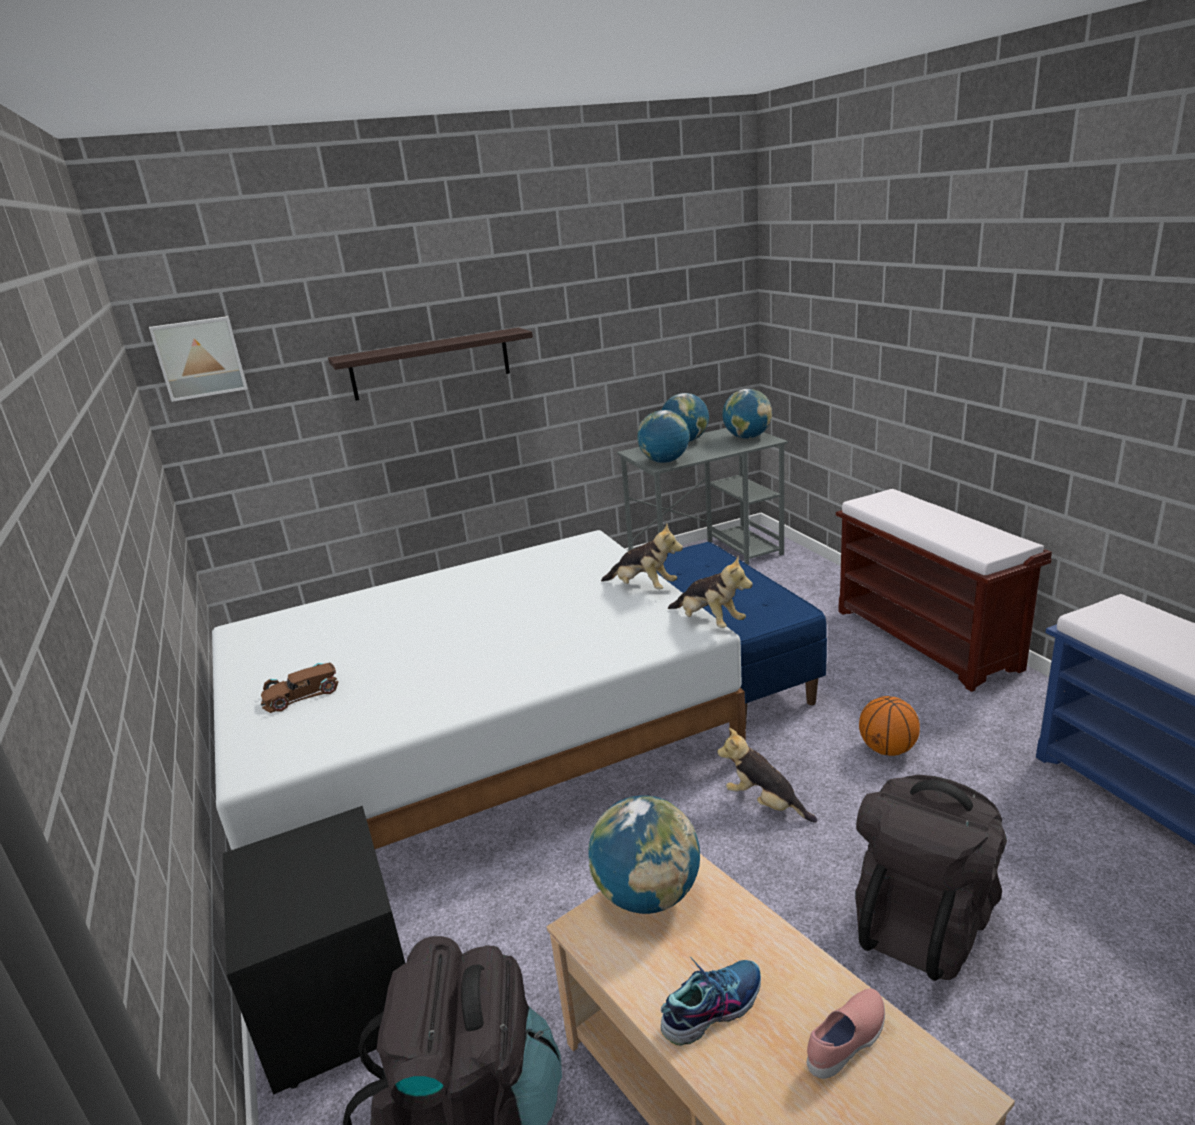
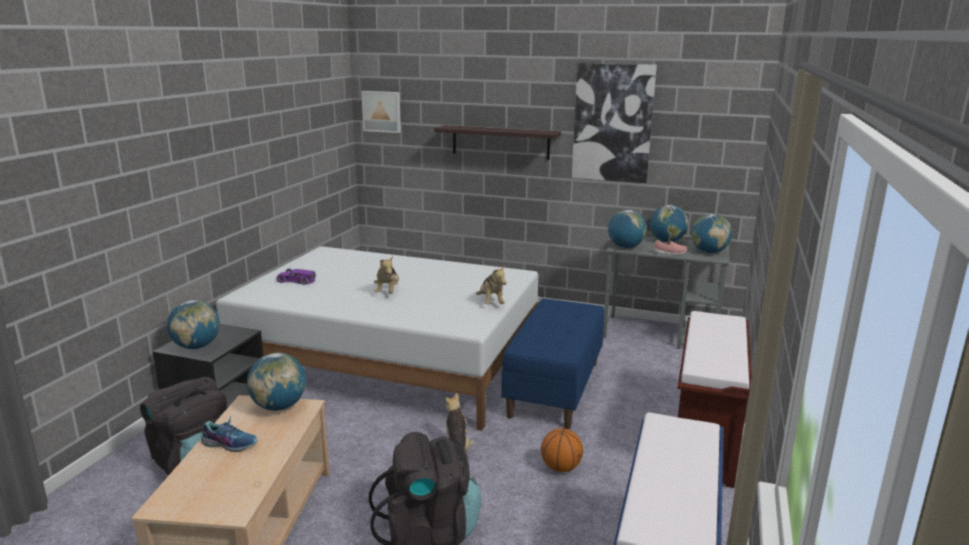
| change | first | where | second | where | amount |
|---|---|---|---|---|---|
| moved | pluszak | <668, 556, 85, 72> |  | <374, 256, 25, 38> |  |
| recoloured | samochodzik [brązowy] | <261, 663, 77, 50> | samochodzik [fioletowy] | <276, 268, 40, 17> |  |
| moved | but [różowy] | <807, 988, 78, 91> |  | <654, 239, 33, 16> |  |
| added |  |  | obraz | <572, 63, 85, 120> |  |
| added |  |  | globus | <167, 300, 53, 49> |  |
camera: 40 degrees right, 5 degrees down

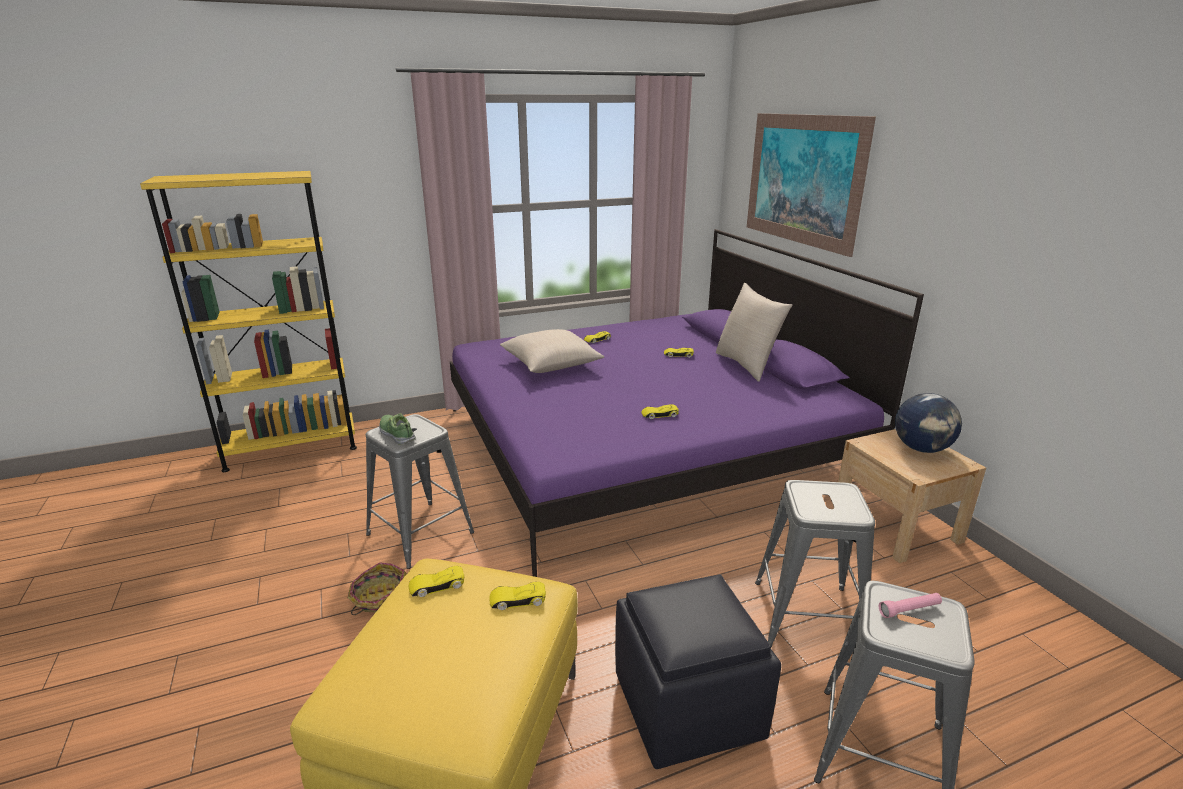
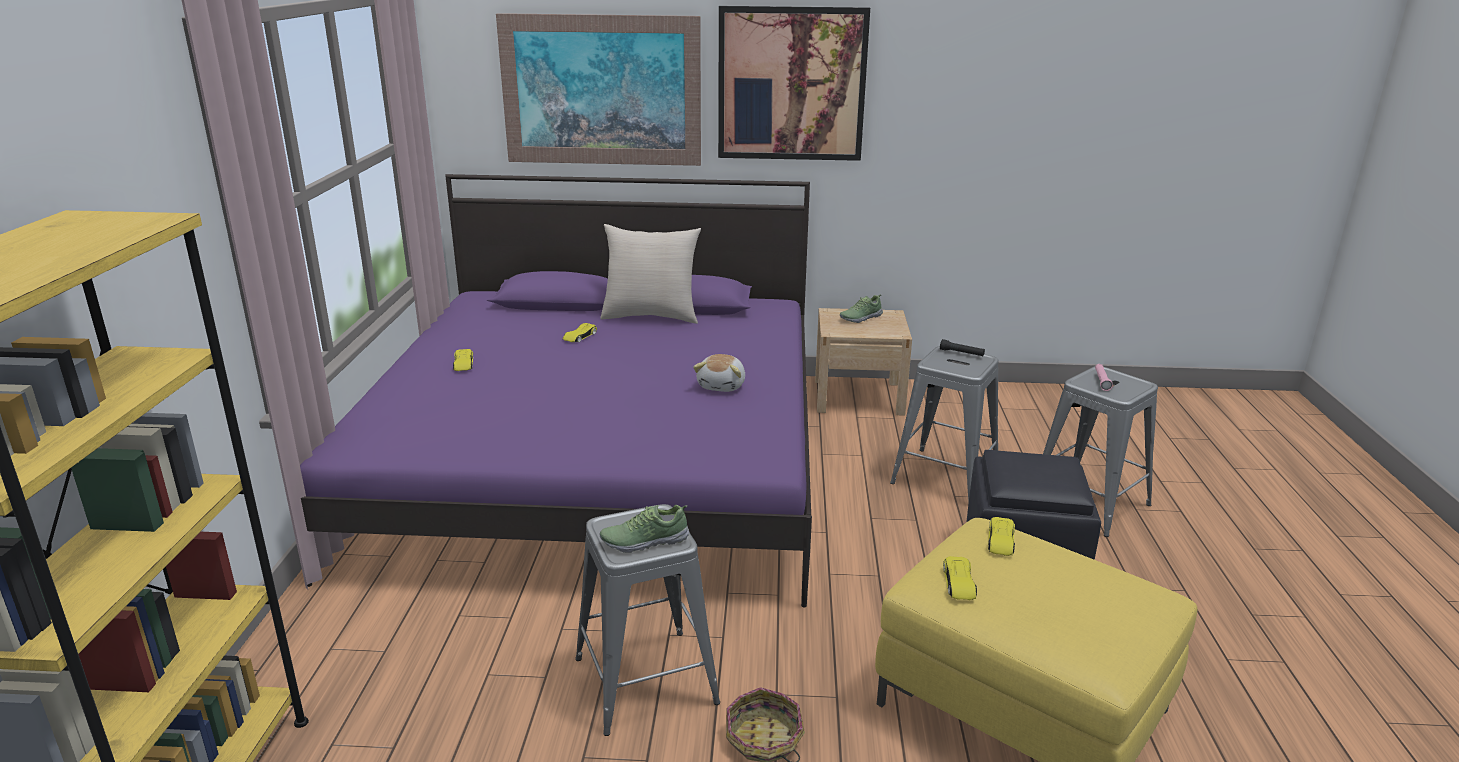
| change | first | where | second | where | amount |
|---|---|---|---|---|---|
| removed | poduszka [beżowy] | <500, 329, 104, 44> |  |  |  |
| replaced | globus | <895, 393, 67, 60> | but | <840, 294, 43, 29> |  |
| replaced | samochodzik [żółty] | <641, 404, 38, 15> | pluszak | <693, 354, 52, 38> |  |
| added |  |  | obraz | <718, 6, 152, 155> |  |
| added |  |  | latarka [czarny] | <940, 339, 45, 17> |  |
camera: 65 degrees left, 0 degrees up

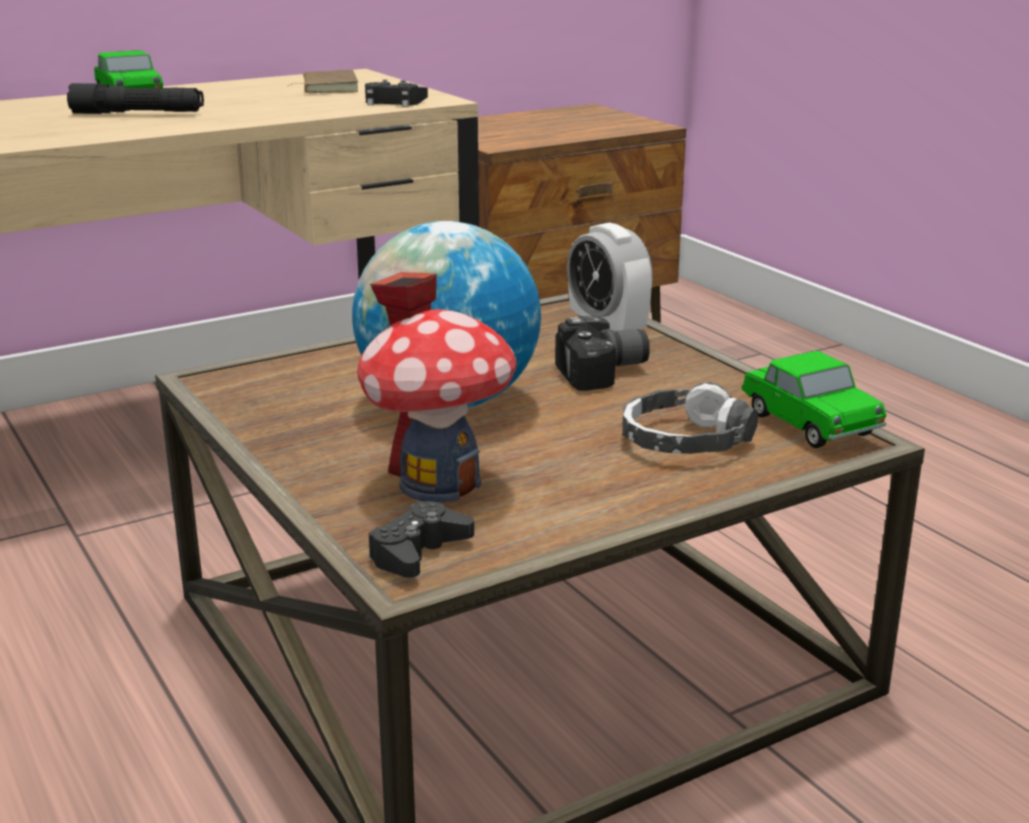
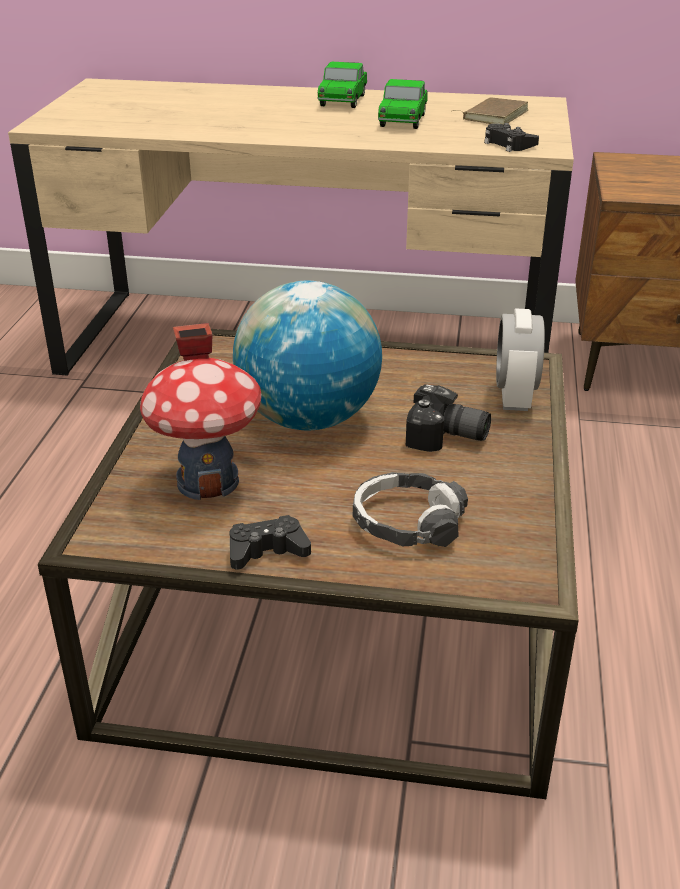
| change | first | where | second | where | amount |
|---|---|---|---|---|---|
| removed | latarka [czarny] | <67, 83, 137, 31> |  |  |  |
| moved | samochodzik | <742, 351, 144, 97> |  | <378, 79, 50, 50> |  |
| moved | pad do gier [czarny] | <369, 501, 105, 77> |  | <229, 515, 82, 54> |  |
camera: 40 degrees right, 10 degrees up

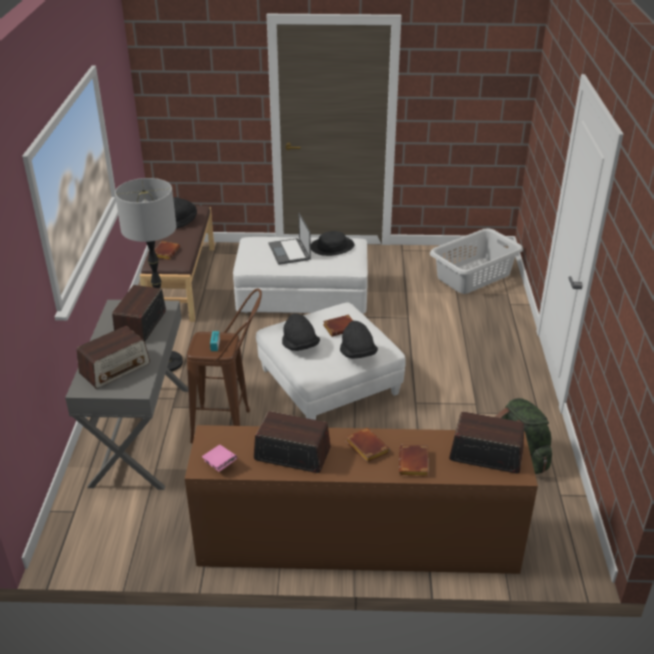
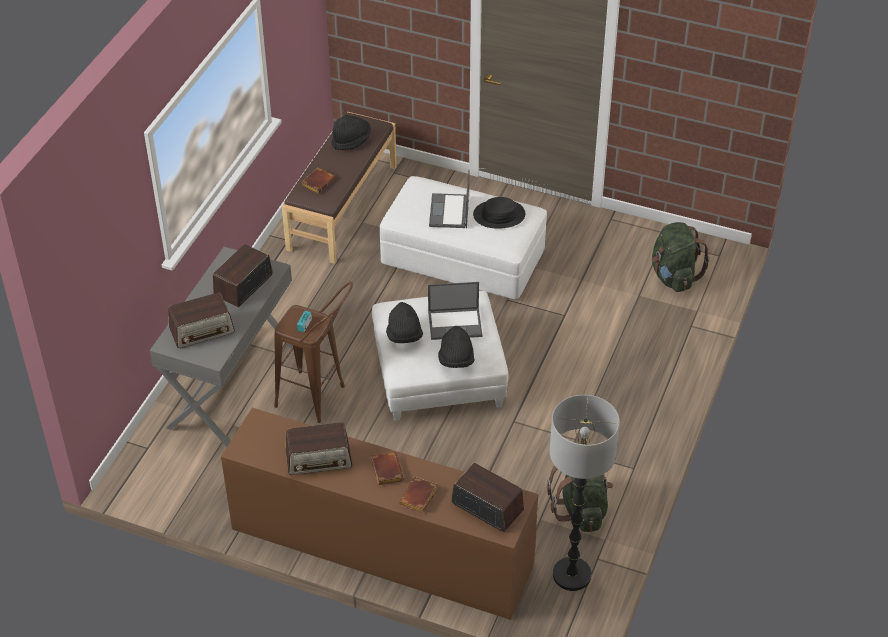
| change | first | where | second | where | amount |
|---|---|---|---|---|---|
| moved | lampa stojąca | <115, 178, 68, 194> |  | <550, 395, 70, 196> |  |
| replaced | kosz na pranie [szary] | <430, 228, 93, 66> | plecak [zielony] | <652, 222, 58, 70> |  |
| replaced | książka [brązowy] | <323, 315, 30, 22> | laptop | <428, 282, 54, 58> |  |
| turned | radio | <254, 411, 77, 62> |  | <286, 422, 66, 53> | 135 degrees clockwise |
| removed | książka [różowy] | <202, 445, 35, 27> |  |  |  |
camera: 20 degrees right, 10 degrees up

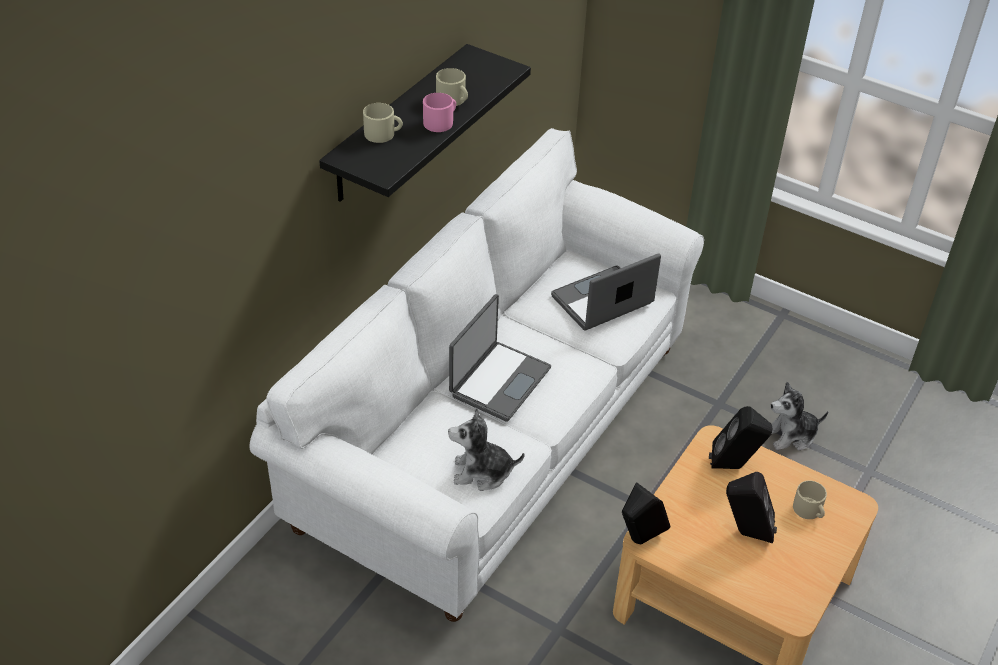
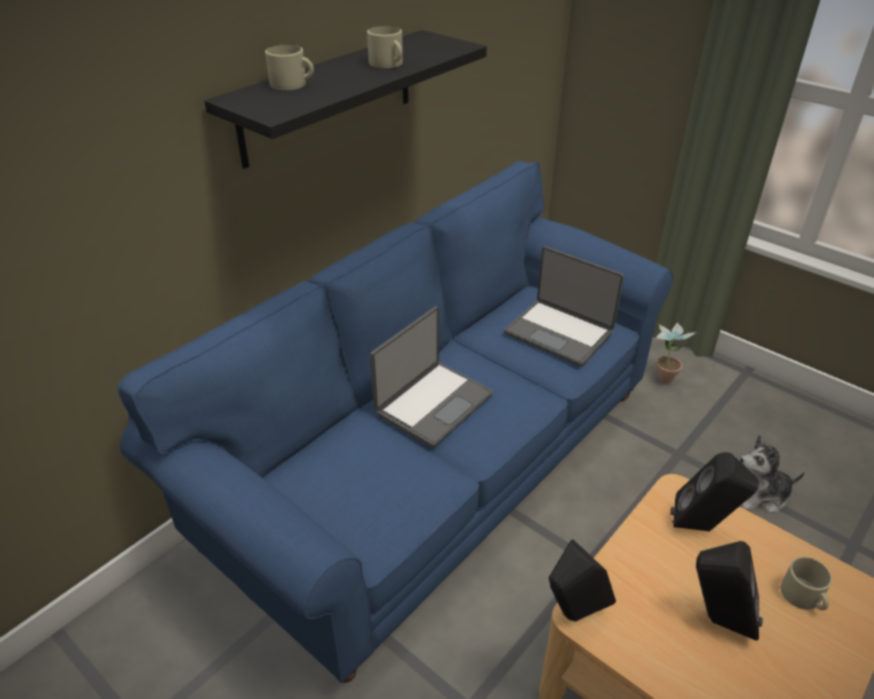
| change | first | where | second | where | amount |
|---|---|---|---|---|---|
| removed | kubek [różowy] | <423, 93, 33, 39> |  |  |  |
| recoloured | kanapa [biały] | <250, 128, 454, 494> | kanapa [niebieski] | <117, 161, 556, 522> |  |
| turned | laptop | <551, 253, 110, 78> |  | <504, 246, 120, 121> | 120 degrees counterclockwise |
| removed | pluszak | <448, 407, 76, 84> |  |  |  |
| added |  |  | roślina doniczkowa | <655, 322, 41, 63> |  |
camera: 10 degrees right, 5 degrees down

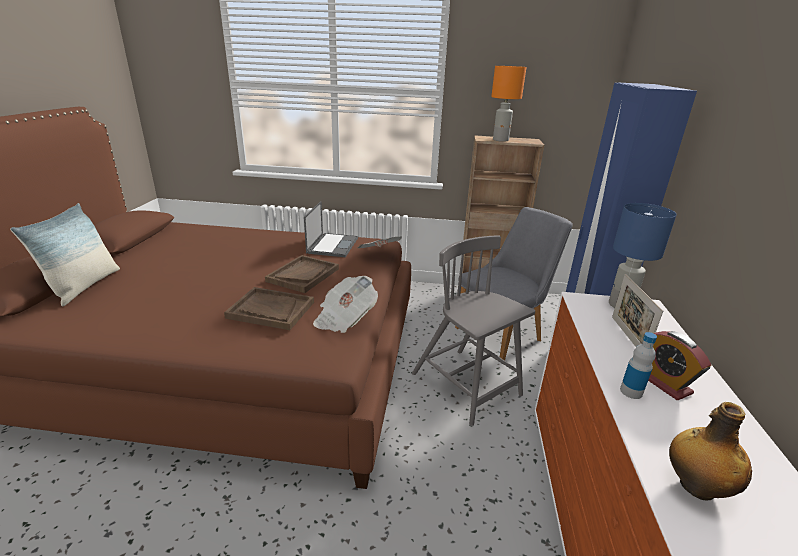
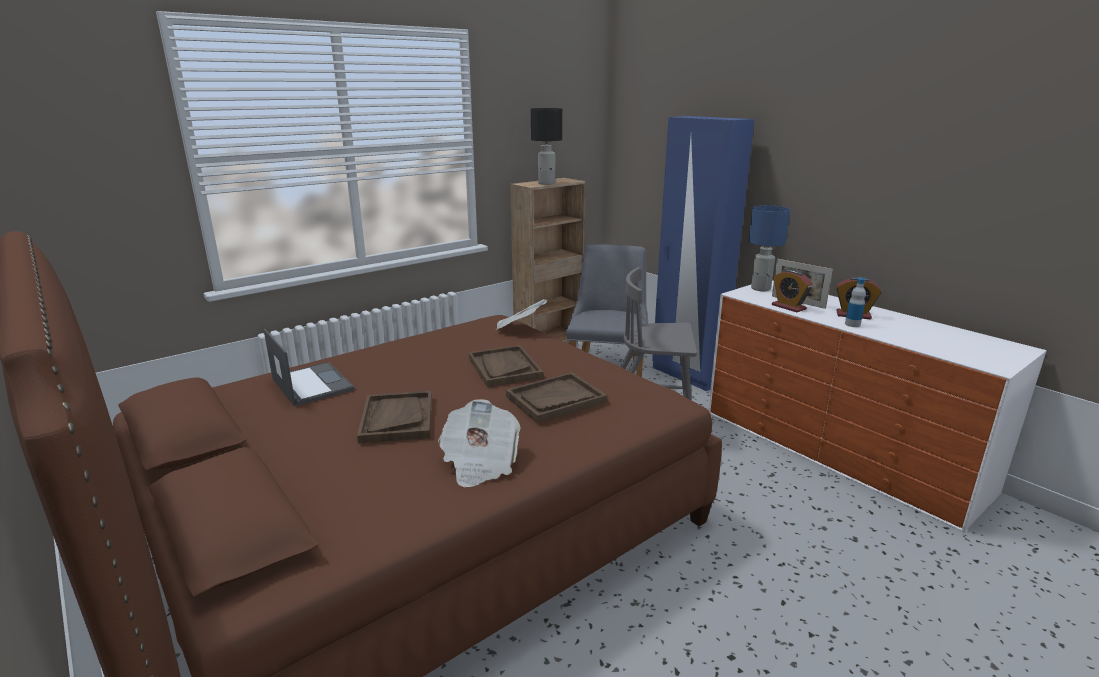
| change | first | where | second | where | amount |
|---|---|---|---|---|---|
| recoloured | lampa stołowa [pomarańczowy] | <491, 66, 35, 76> | lampa stołowa [czarny] | <531, 108, 31, 77> |  |
| moved | laptop | <304, 201, 54, 56> |  | <264, 329, 91, 77> |  |
| removed | poduszka | <10, 203, 110, 104> |  |  |  |
| moved | gazeta | <313, 276, 65, 57> |  | <438, 399, 83, 88> |  |
| removed | butelka | <669, 402, 83, 98> |  |  |  |
| added |  |  | budzik | <772, 269, 41, 43> |  |
| added |  |  | taca [brązowy] | <357, 391, 75, 53> |  |
camera: 45 degrees left, 5 degrees down

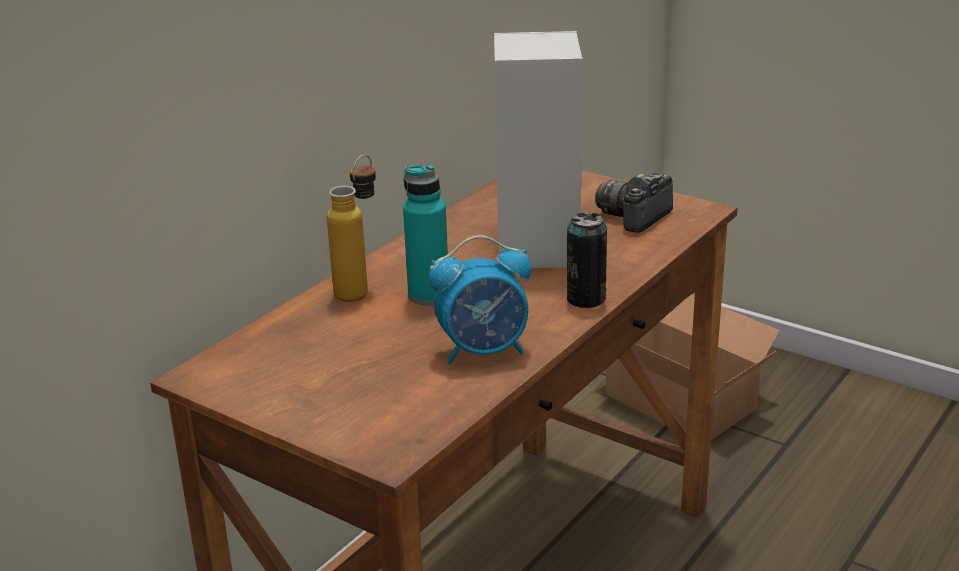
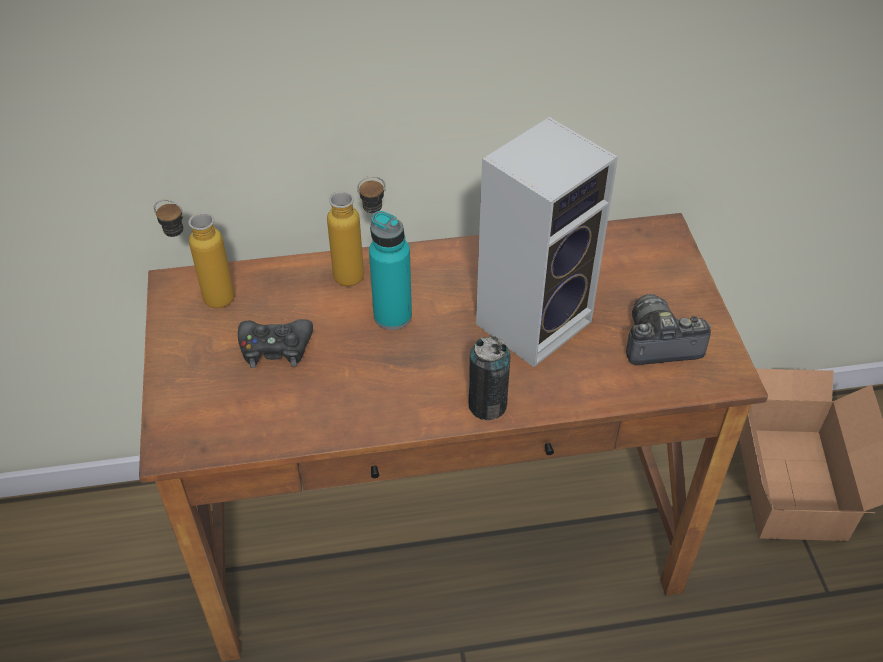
| change | first | where | second | where | amount |
|---|---|---|---|---|---|
| removed | budzik | <429, 235, 102, 130> |  |  |  |
| added |  |  | butelka | <154, 199, 80, 109> |  |
| added |  |  | pad do gier [czarny] | <238, 319, 75, 49> |  |
camera: 45 degrees right, 20 degrees up

